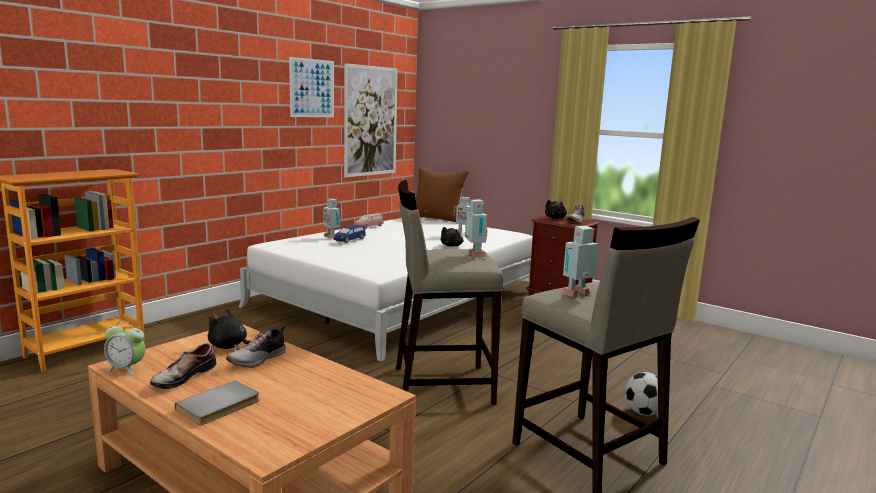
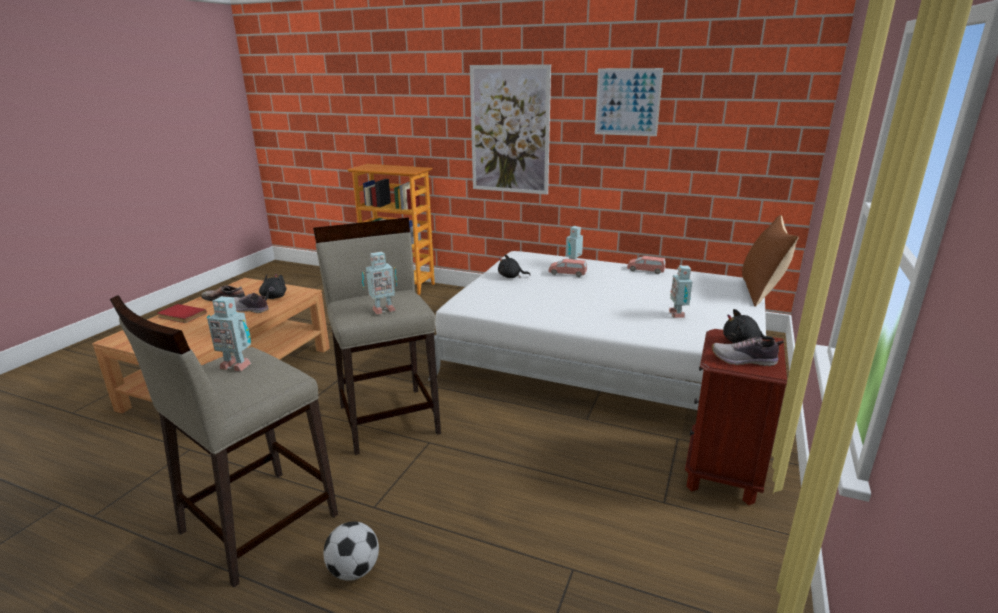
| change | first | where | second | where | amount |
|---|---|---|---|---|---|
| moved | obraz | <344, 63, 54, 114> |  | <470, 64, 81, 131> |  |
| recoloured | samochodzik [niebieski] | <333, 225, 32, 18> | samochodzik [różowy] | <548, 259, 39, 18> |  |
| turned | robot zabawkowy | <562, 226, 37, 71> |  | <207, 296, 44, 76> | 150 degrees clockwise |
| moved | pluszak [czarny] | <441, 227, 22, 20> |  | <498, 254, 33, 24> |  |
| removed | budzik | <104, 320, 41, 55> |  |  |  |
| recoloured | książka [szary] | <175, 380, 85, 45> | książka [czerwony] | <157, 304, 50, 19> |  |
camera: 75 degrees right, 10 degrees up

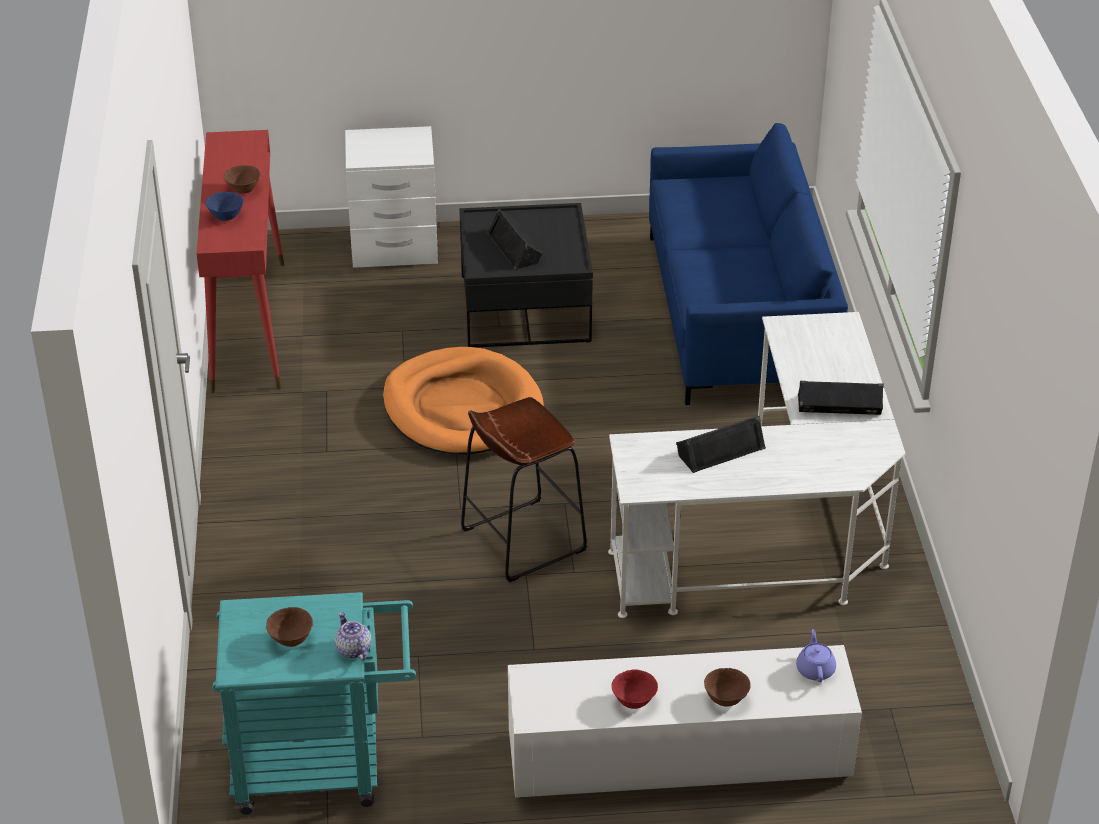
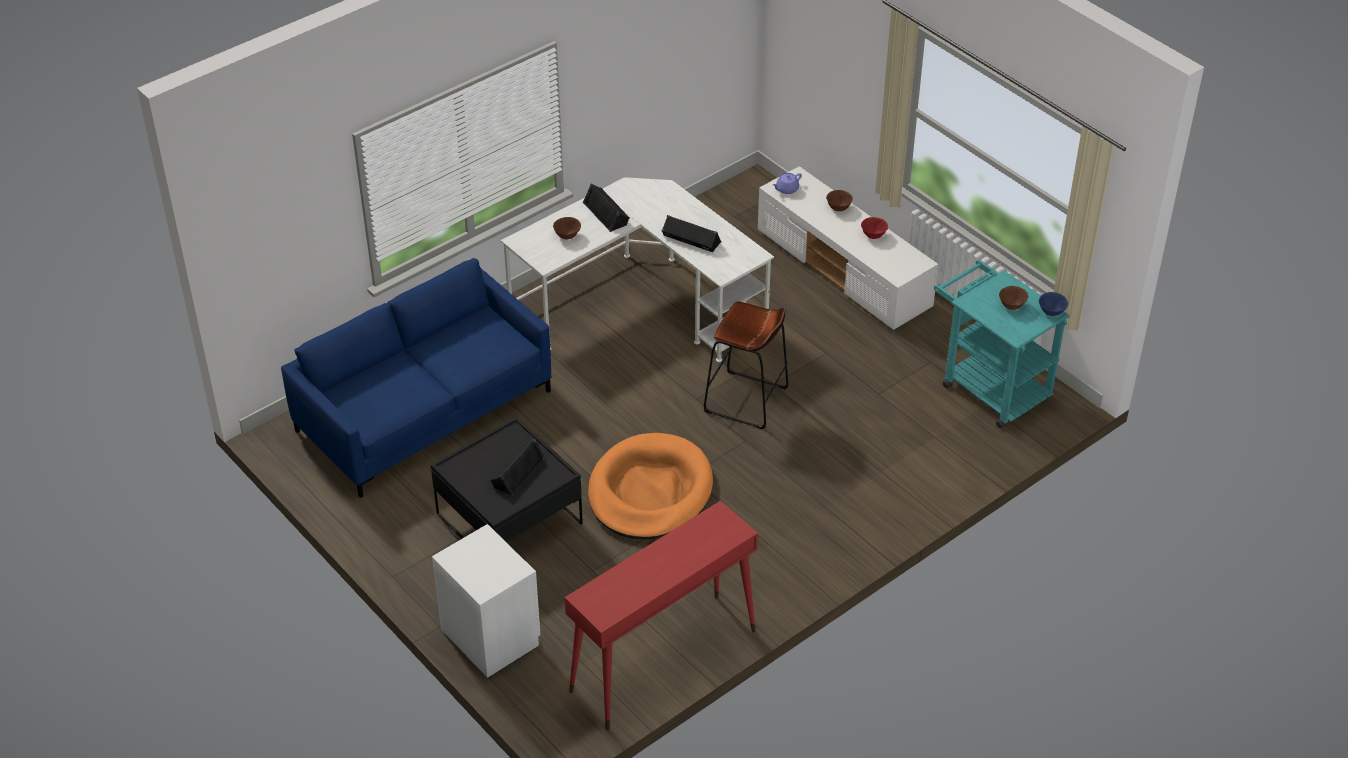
| change | first | where | second | where | amount |
|---|---|---|---|---|---|
| moved | miska [brązowy] | <224, 165, 36, 29> |  | <553, 217, 28, 22> |  |
| moved | miska [niebieski] | <205, 192, 39, 29> |  | <1039, 292, 29, 24> |  |
| removed | imbryk | <335, 612, 36, 49> |  |  |  |
camera: 125 degrees left, 5 degrees up

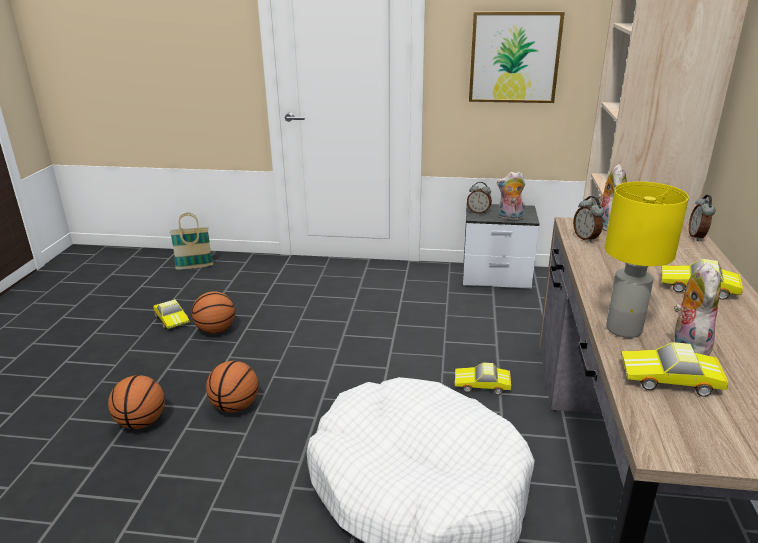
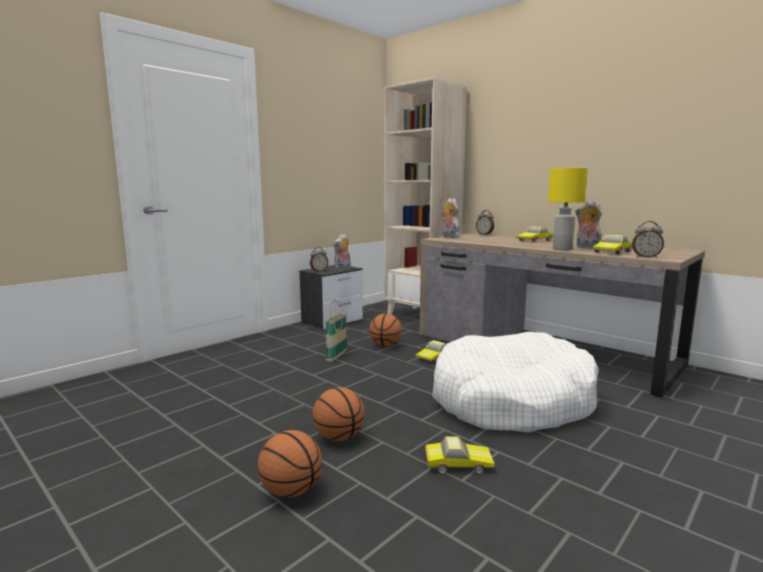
| change | first | where | second | where | amount |
|---|---|---|---|---|---|
| removed | obraz | <469, 12, 96, 91> |  |  |  |
| moved | budzik | <573, 196, 31, 47> |  | <632, 221, 32, 37> |  |
| moved | koszyk | <170, 213, 43, 57> |  | <326, 300, 21, 62> |  |
| moved | piłka do koszykówki | <192, 291, 43, 43> |  | <369, 314, 33, 32> |  |
| moved | samochodzik | <153, 299, 37, 30> |  | <425, 436, 69, 38> |  |
camera: 55 degrees left, 15 degrees down

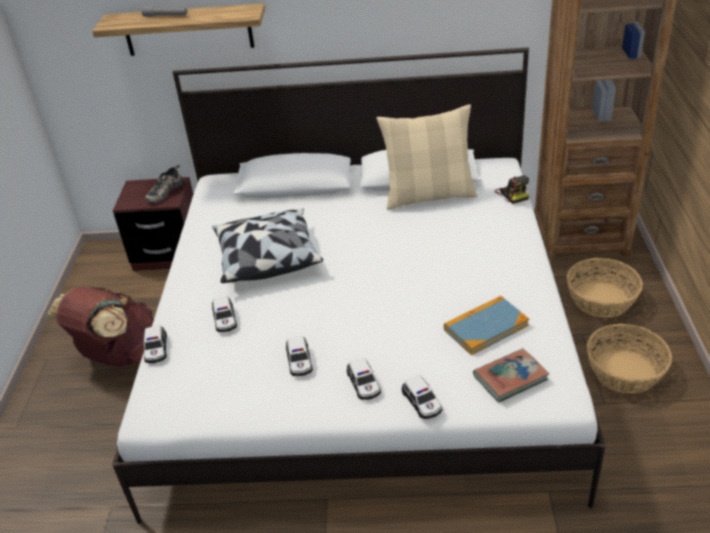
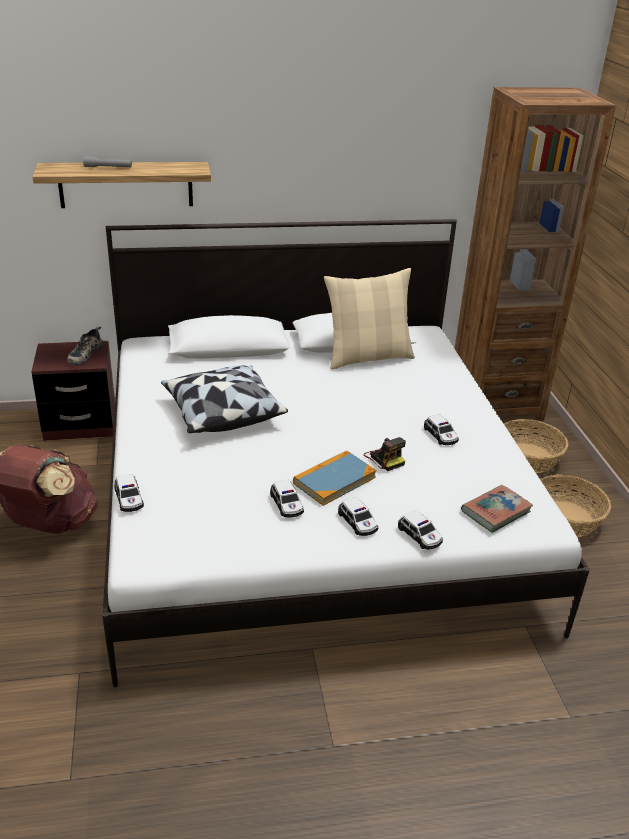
| change | first | where | second | where | amount |
|---|---|---|---|---|---|
| moved | aparat fotograficzny | <495, 175, 34, 29> |  | <364, 437, 42, 34> |  |
| moved | książka | <444, 296, 85, 59> |  | <293, 450, 84, 56> |  |
| moved | samochodzik | <212, 297, 25, 35> |  | <424, 414, 35, 31> |  |
camera: 15 degrees left, 5 degrees down

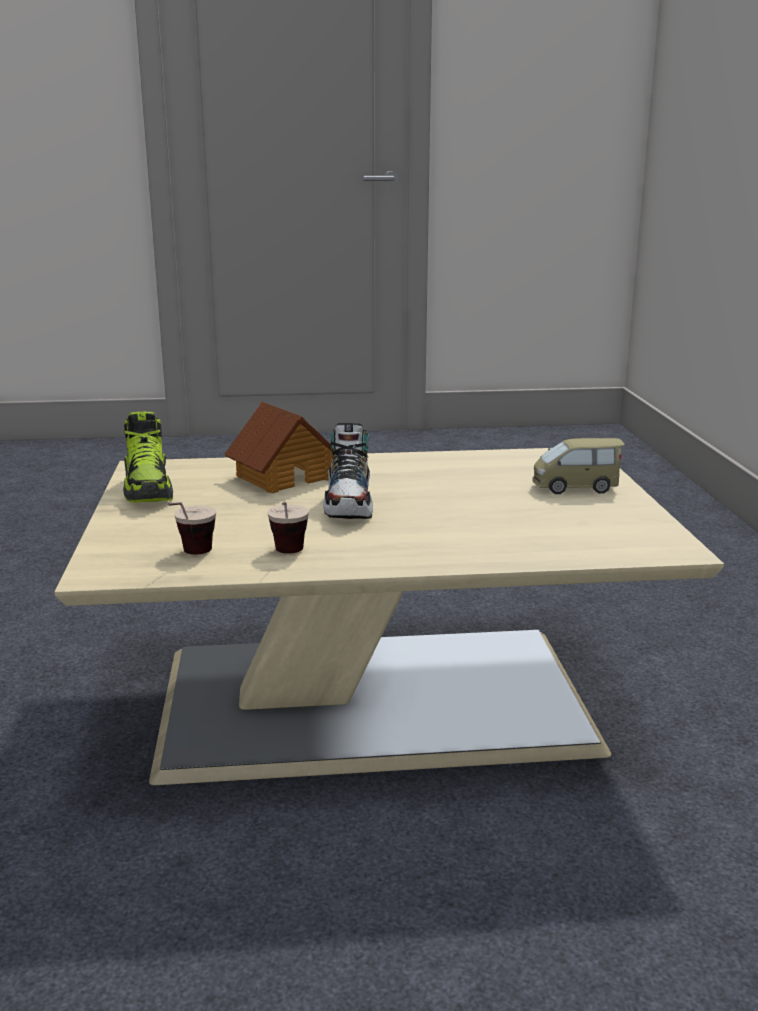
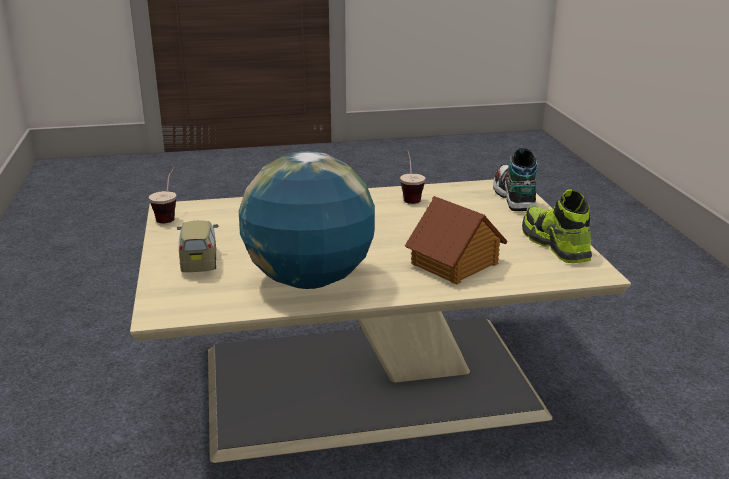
| change | first | where | second | where | amount |
|---|---|---|---|---|---|
| moved | but | <323, 423, 50, 96> |  | <493, 148, 45, 63> |  |
| turned | samochodzik | <532, 438, 93, 56> |  | <177, 220, 41, 52> | 90 degrees counterclockwise |
| moved | filiżanka | <168, 502, 48, 53> |  | <149, 167, 27, 56> |  |
| added |  |  | globus | <239, 152, 136, 137> |  |
camera: 175 degrees right, 5 degrees up

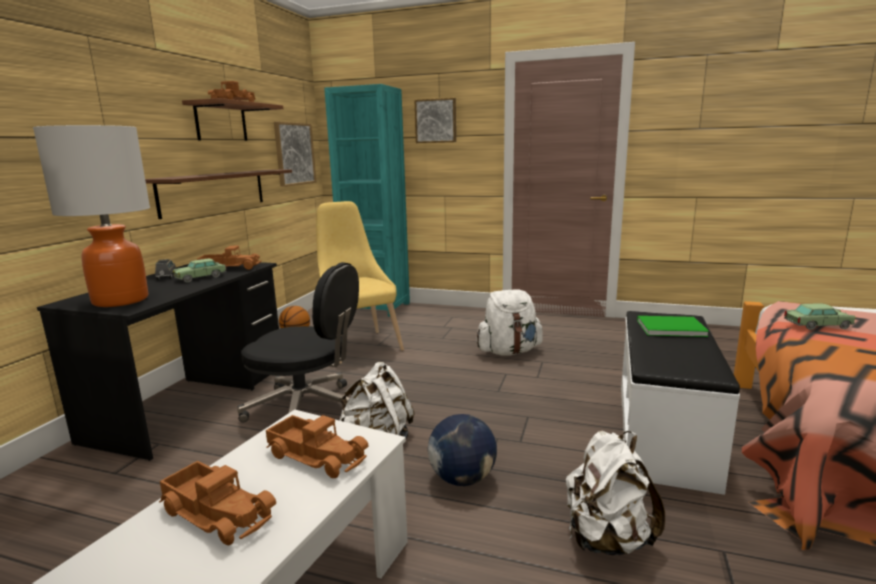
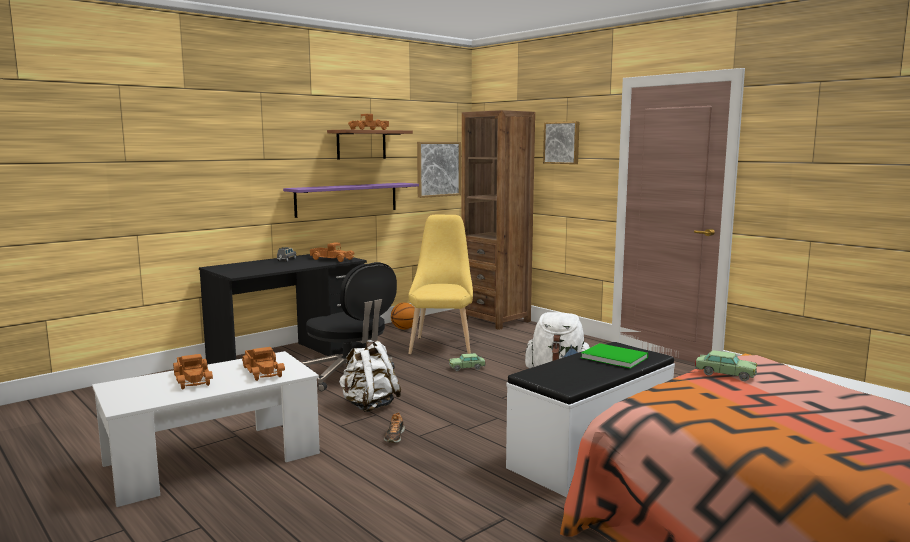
| change | first | where | second | where | amount |
|---|---|---|---|---|---|
| recoloured | regał [turkusowy] | <324, 84, 86, 233> | regał [brązowy] | <462, 110, 73, 220> |  |
| removed | lampa stołowa | <33, 125, 117, 182> |  |  |  |
| recoloured | półka [brązowy] | <145, 169, 147, 50> | półka [fioletowy] | <283, 183, 136, 35> |  |
| moved | samochodzik | <173, 258, 53, 25> |  | <449, 353, 37, 18> |  |
| replaced | globus | <428, 414, 69, 72> | but | <384, 412, 21, 31> |  |
| removed | plecak [biały] | <566, 431, 99, 125> |  |  |  |
camera: 30 degrees right, 5 degrees down

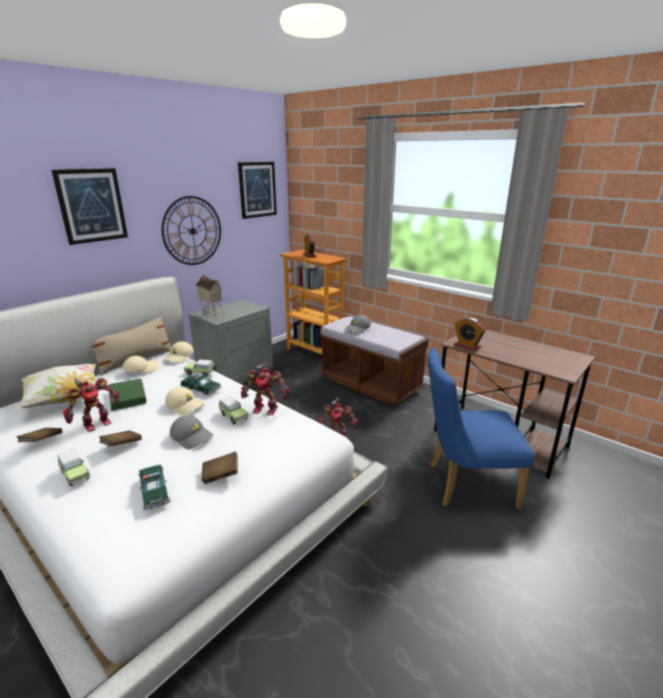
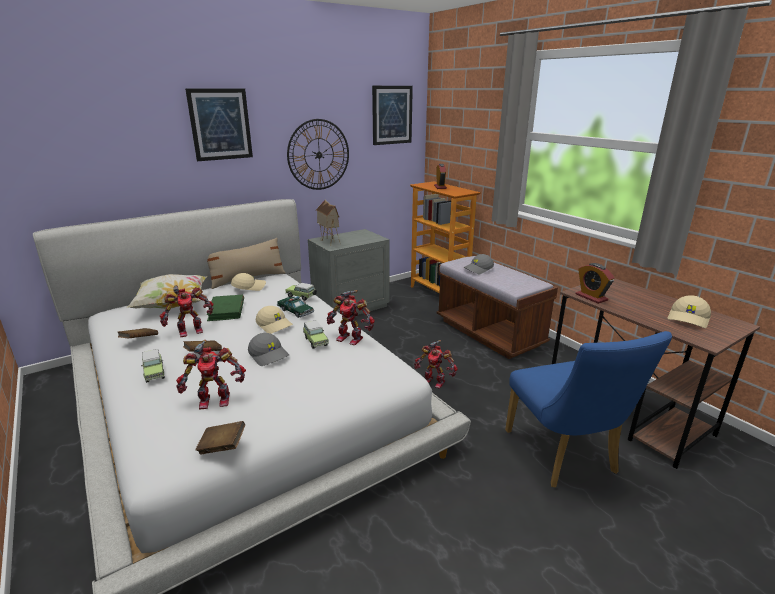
| change | first | where | second | where | amount |
|---|---|---|---|---|---|
| moved | czapka z daszkiem [beżowy] | <163, 341, 31, 22> |  | <668, 295, 43, 33> |  |
| turned | krzesło [niebieski] | <428, 348, 107, 161> |  | <505, 331, 167, 157> | 120 degrees counterclockwise |
| moved | książka [brązowy] | <201, 452, 37, 32> |  | <195, 421, 50, 34> |  |
| replaced | samochodzik | <139, 465, 31, 45> | robot zabawkowy | <176, 340, 70, 69> |  |
camera: 15 degrees right, 0 degrees up

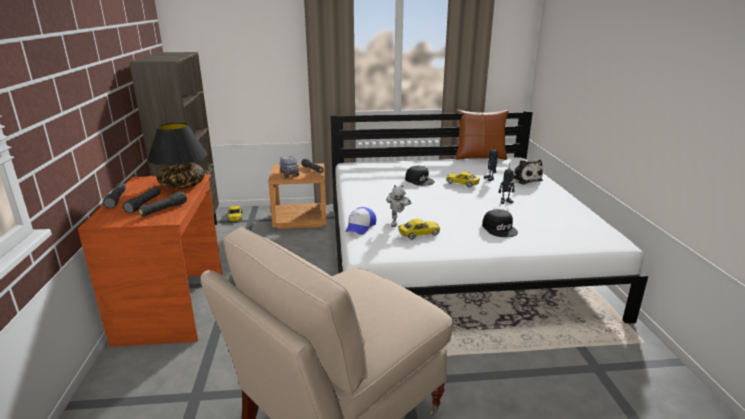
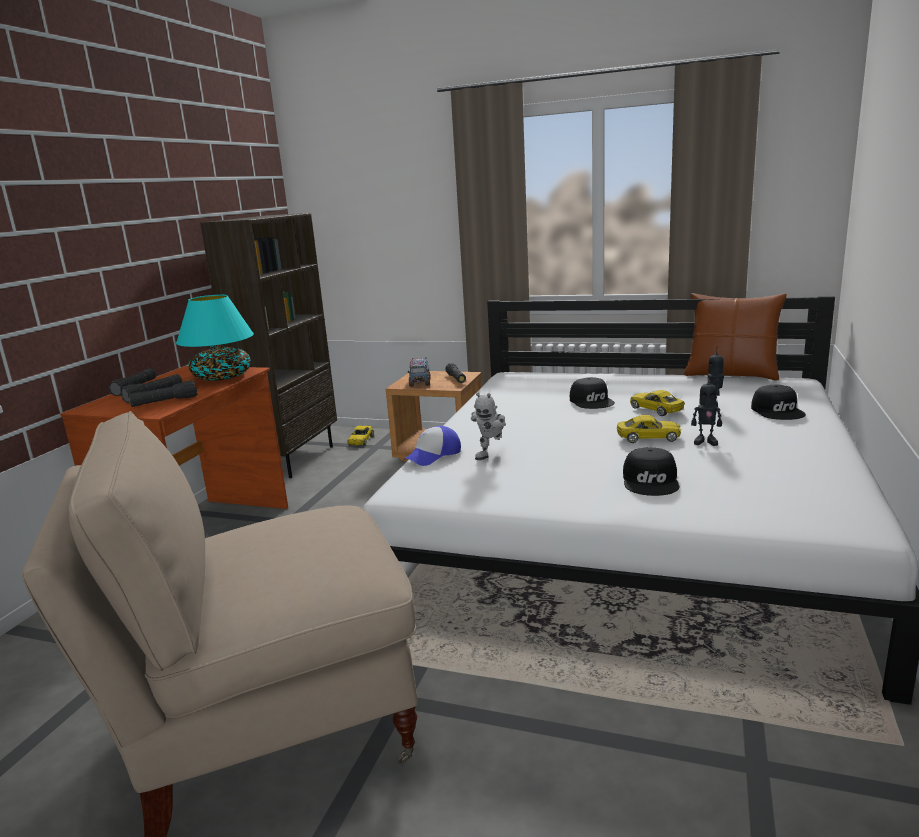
| change | first | where | second | where | amount |
|---|---|---|---|---|---|
| recoloured | lampa stołowa [czarny] | <147, 123, 60, 66> | lampa stołowa [turkusowy] | <176, 295, 78, 86> |  |
| replaced | pluszak | <512, 160, 31, 25> | czapka z daszkiem [czarny] | <751, 385, 55, 35> |  |
| moved | samochodzik [żółty] | <398, 219, 42, 21> |  | <617, 415, 64, 28> |  |
camera: 25 degrees right, 5 degrees down

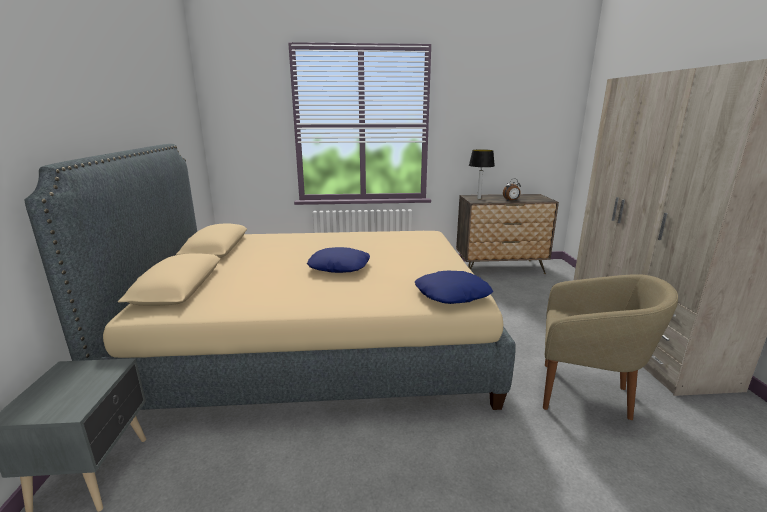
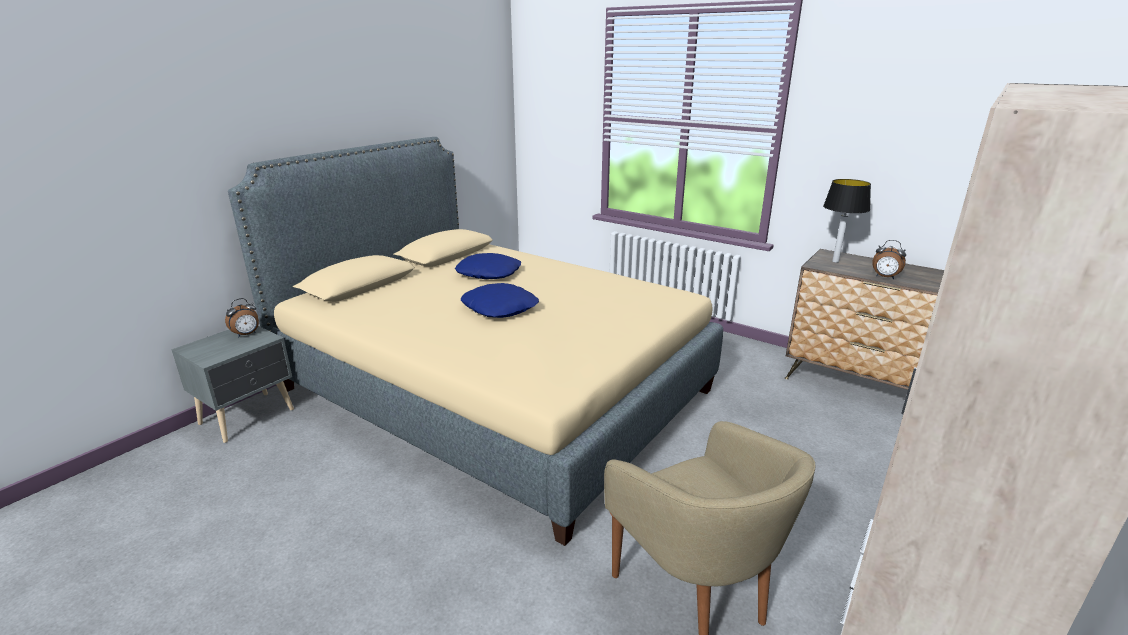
| change | first | where | second | where | amount |
|---|---|---|---|---|---|
| moved | poduszka [niebieski] | <415, 271, 78, 33> |  | <455, 253, 66, 26> |  |
| added |  |  | budzik | <225, 298, 34, 39> |  |
camera: 40 degrees right, 5 degrees up

